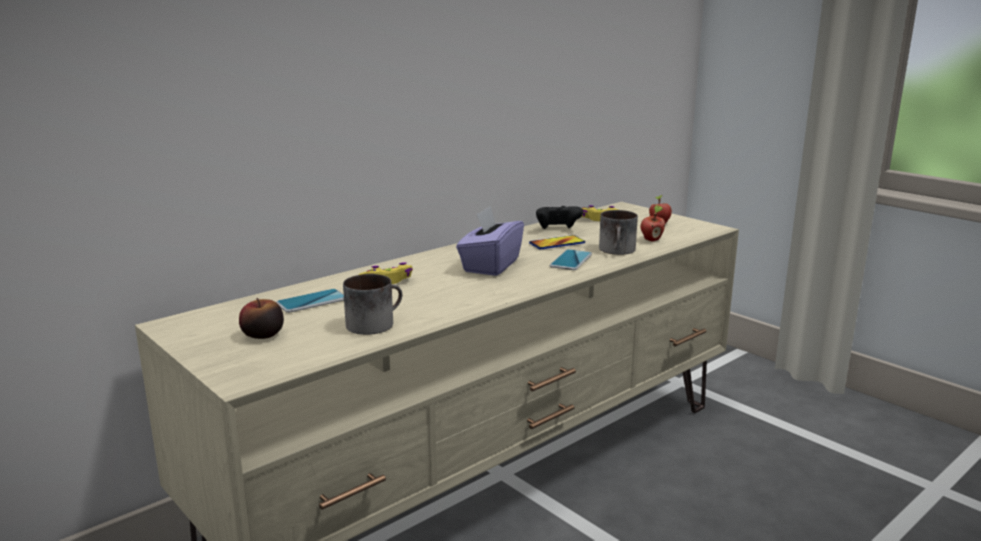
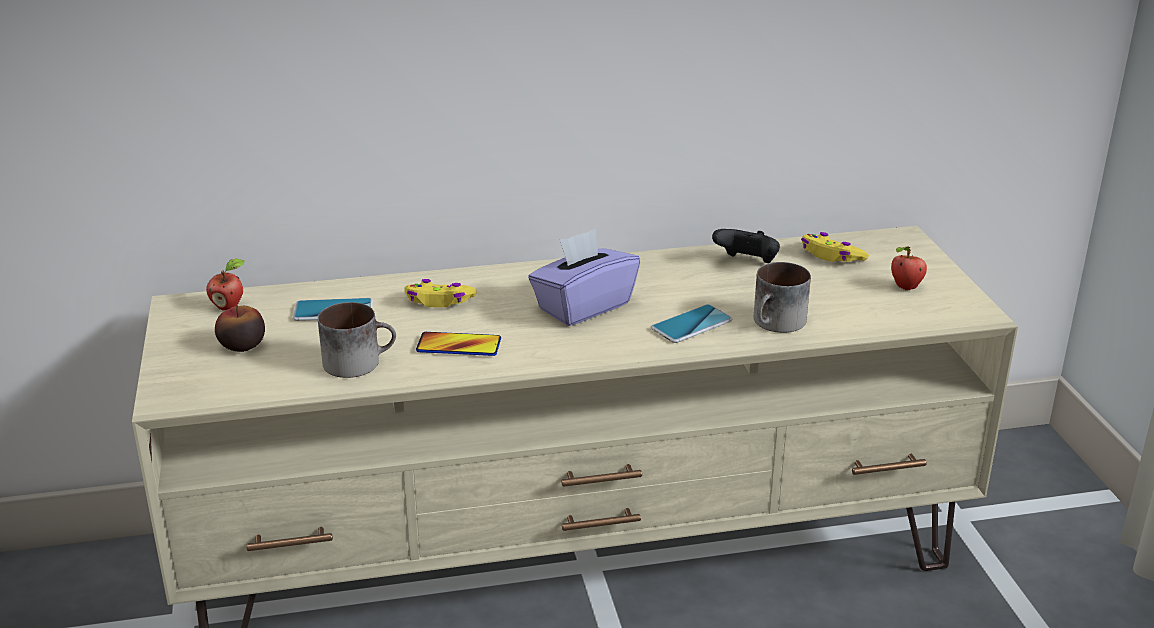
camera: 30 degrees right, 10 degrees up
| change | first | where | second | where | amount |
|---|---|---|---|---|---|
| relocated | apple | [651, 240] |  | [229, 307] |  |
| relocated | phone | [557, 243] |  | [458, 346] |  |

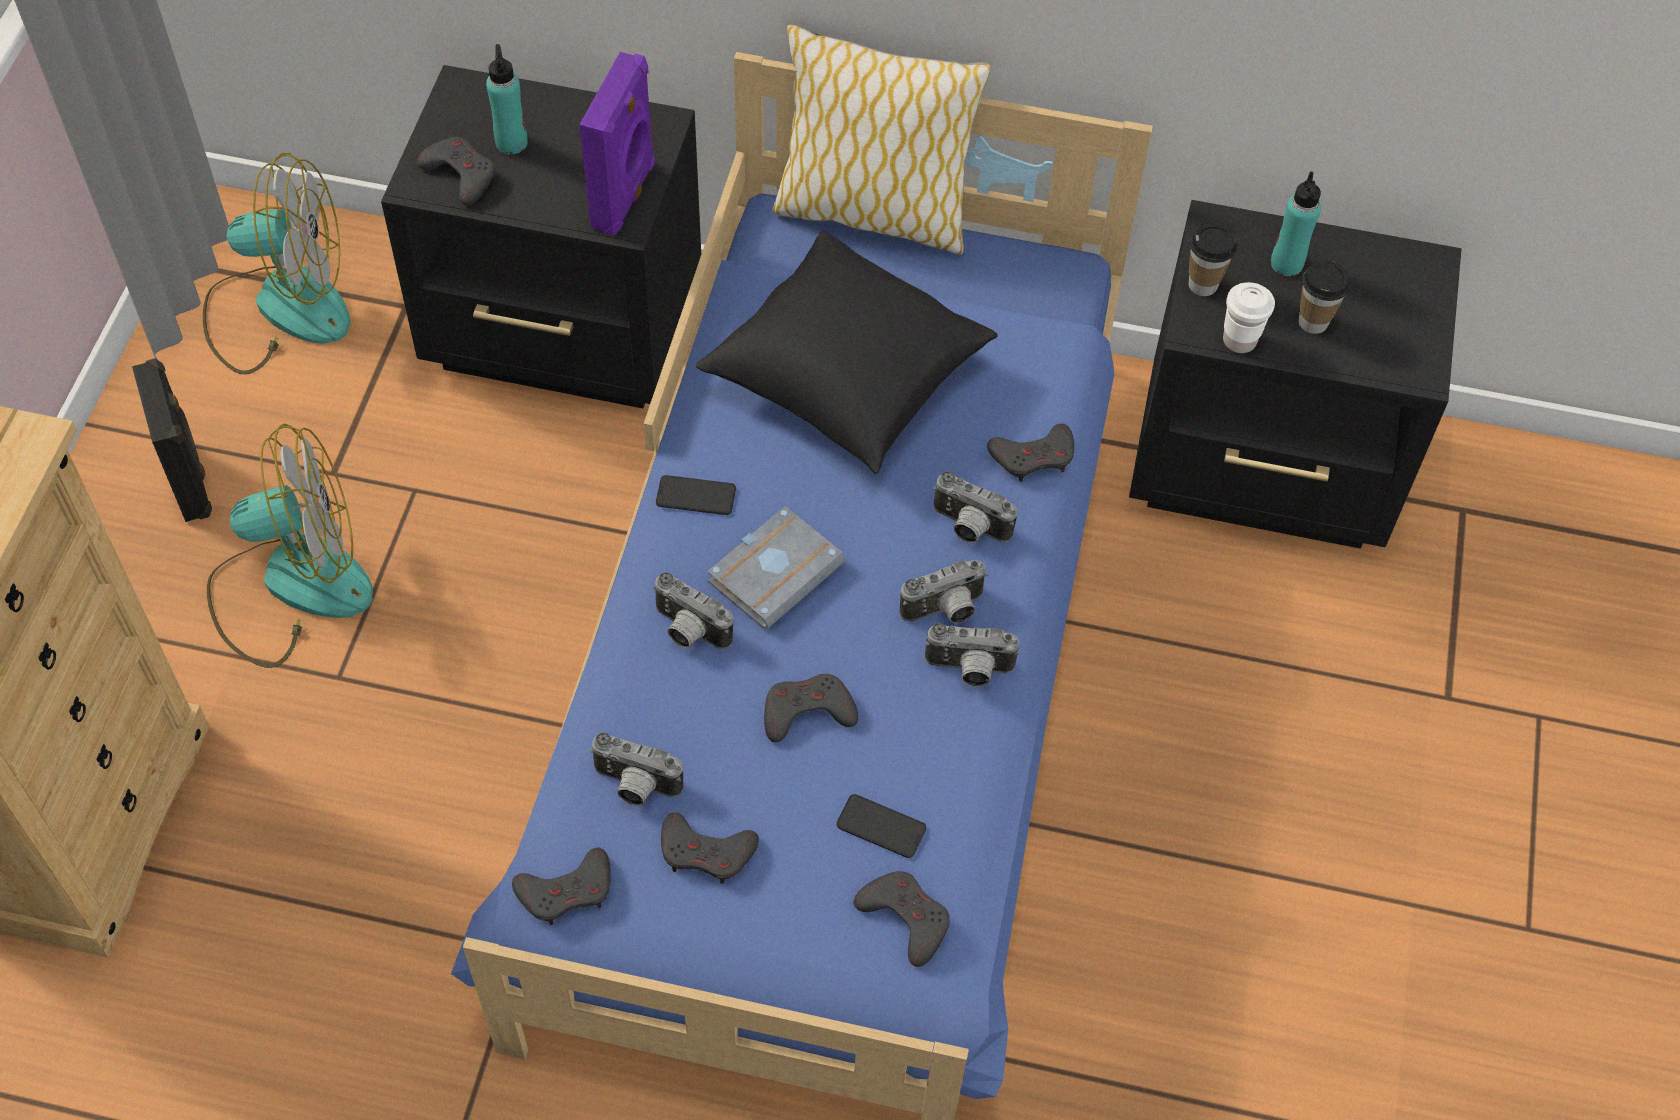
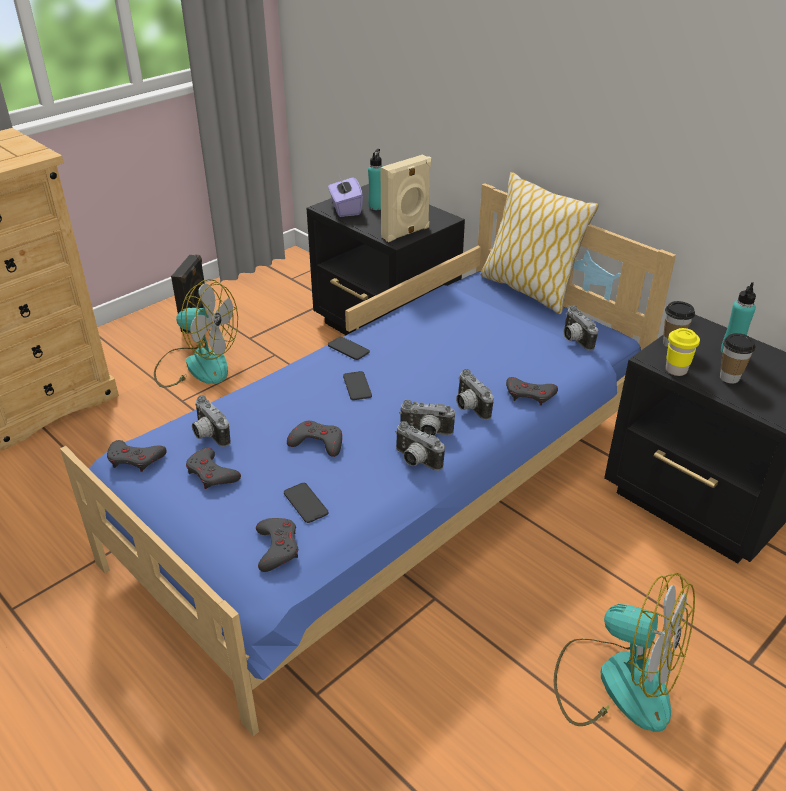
camera: 35 degrees right, 20 degrees down
| change | first | where | second | where | amount |
|---|---|---|---|---|---|
| colour | speaker (purple) | [625, 196] | speaker (beige) | [406, 233] |  |
| exchanged | game controller (grey) | [460, 175] | tissue box (purple) | [345, 209] |  |
| relocated | fan | [279, 308] |  | [616, 681] |  |
| missing | pillow (black) | [845, 379] |  |  |  |
| colour | cup (white) | [1239, 341] | cup (yellow) | [676, 370] |  |
| exchanged | book (grey) | [775, 570] | phone | [357, 386] |  |
| relocated | photo camera | [687, 631] |  | [574, 340] |  |

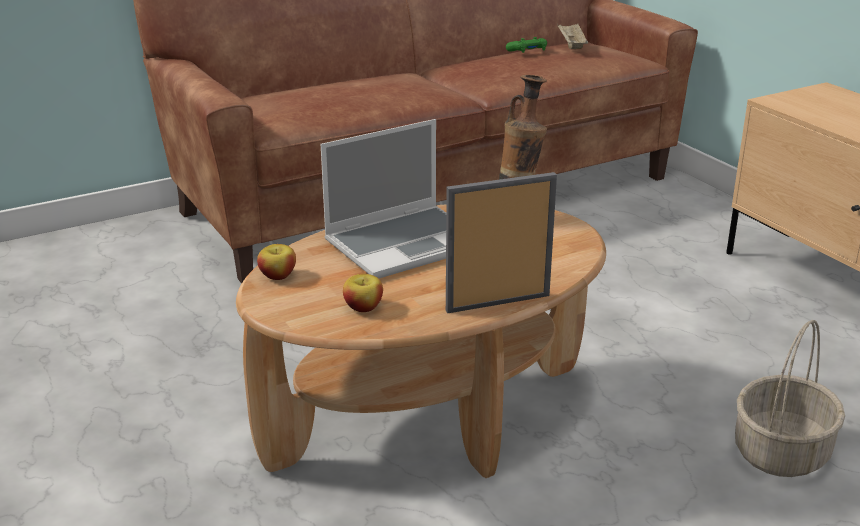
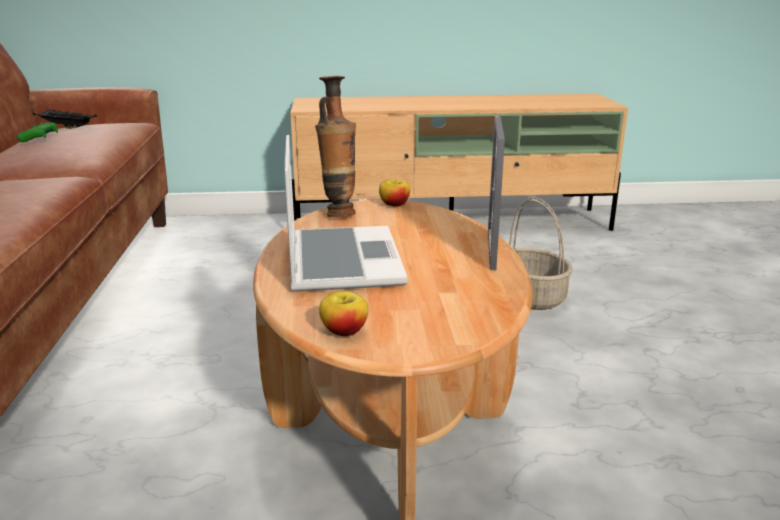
camera: 65 degrees left, 5 degrees down
| change | first | where | second | where | amount |
|---|---|---|---|---|---|
| colour | tray (beige) | [571, 46] | tray (black) | [65, 127] |  |
| relocated | apple | [363, 307] |  | [394, 204] |  |

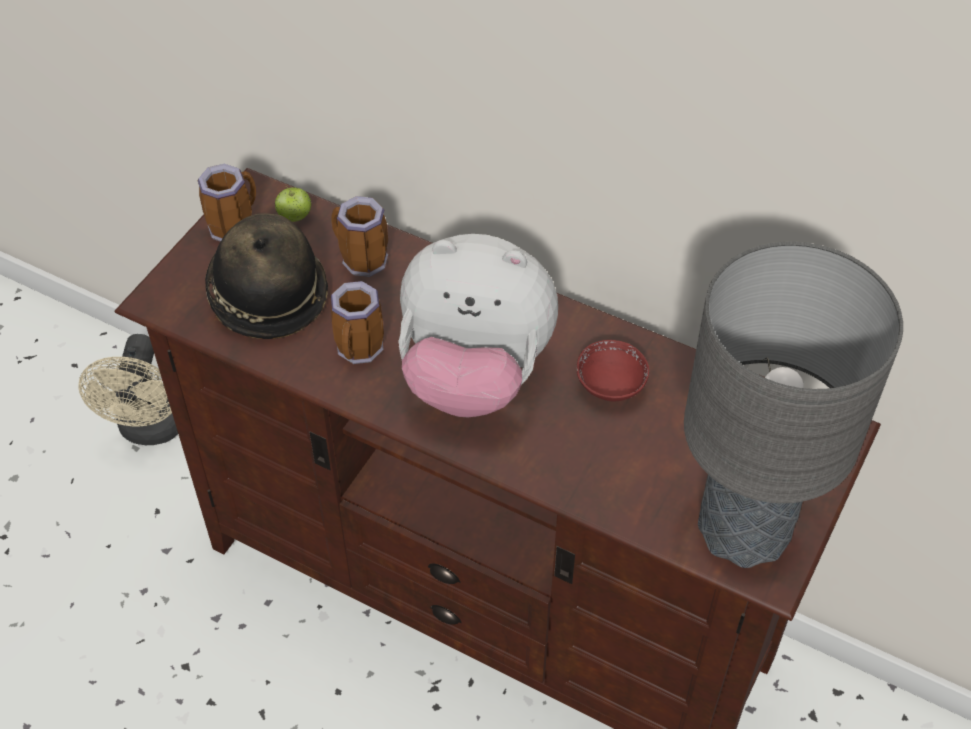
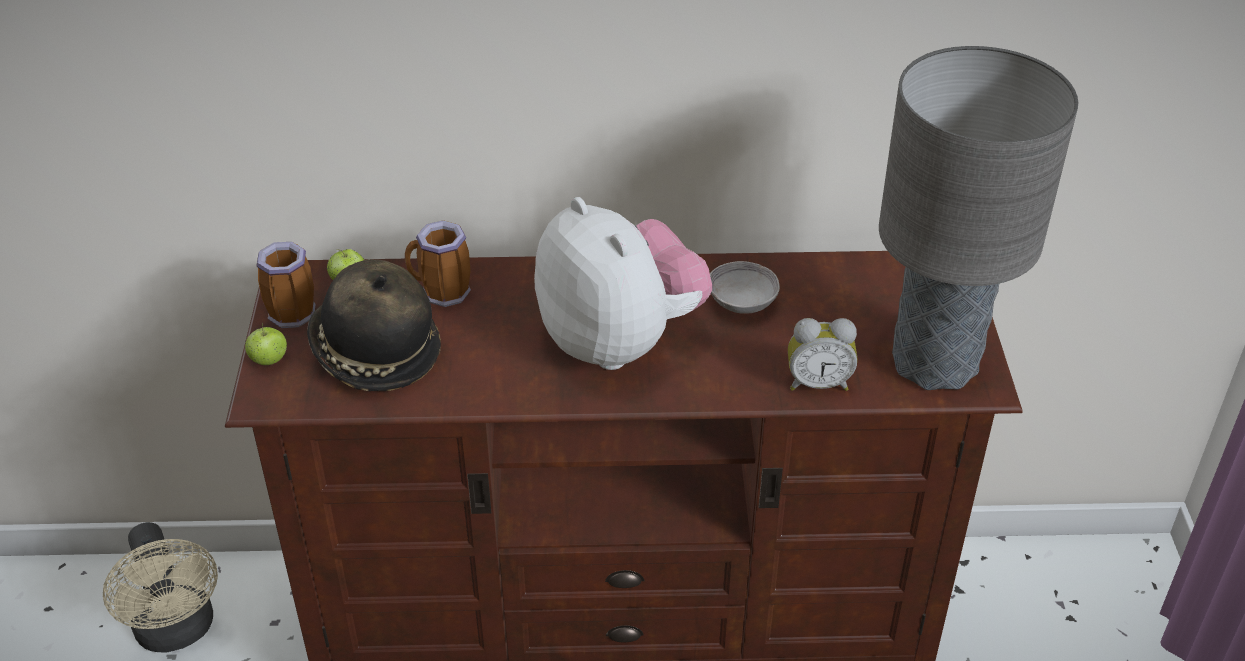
camera: 30 degrees left, 10 degrees down
| change | first | where | second | where | amount |
|---|---|---|---|---|---|
| spun | plush toy | [474, 375] |  | [620, 341] | 105 degrees counterclockwise |
| missing | mug | [360, 351] |  |  |  |
| colour | bowl (red) | [610, 384] | bowl (grey) | [741, 303] |  |
| appeared |  |  | alarm clock | [818, 382] |  |
| appeared |  |  | apple | [269, 361] |  |

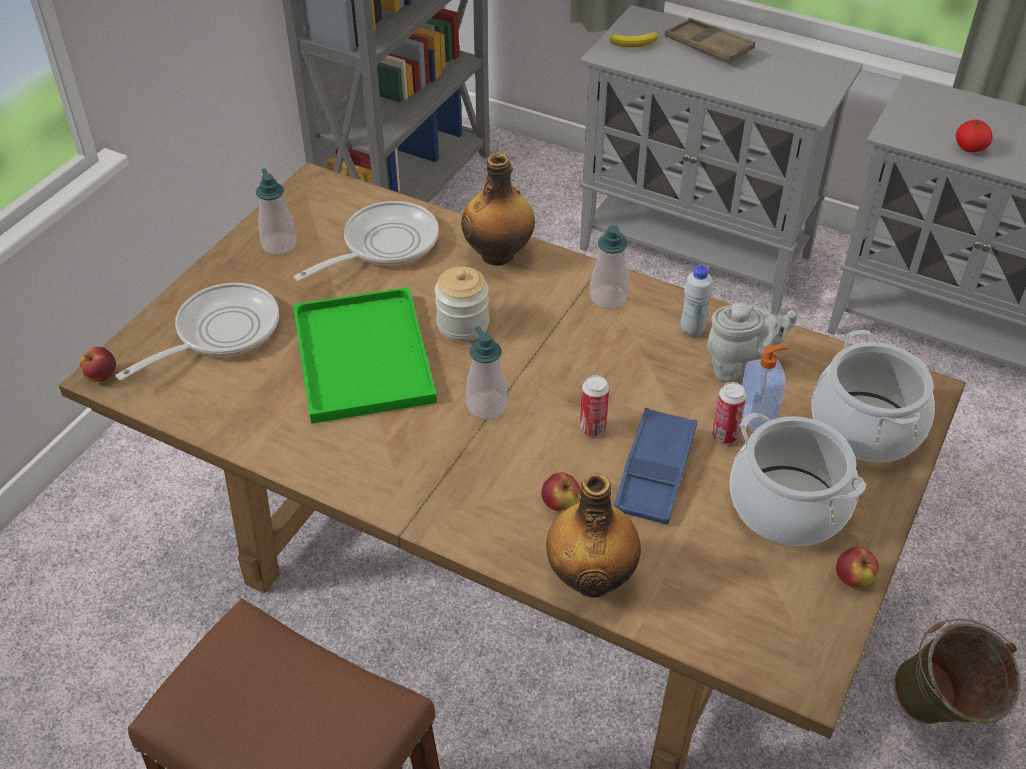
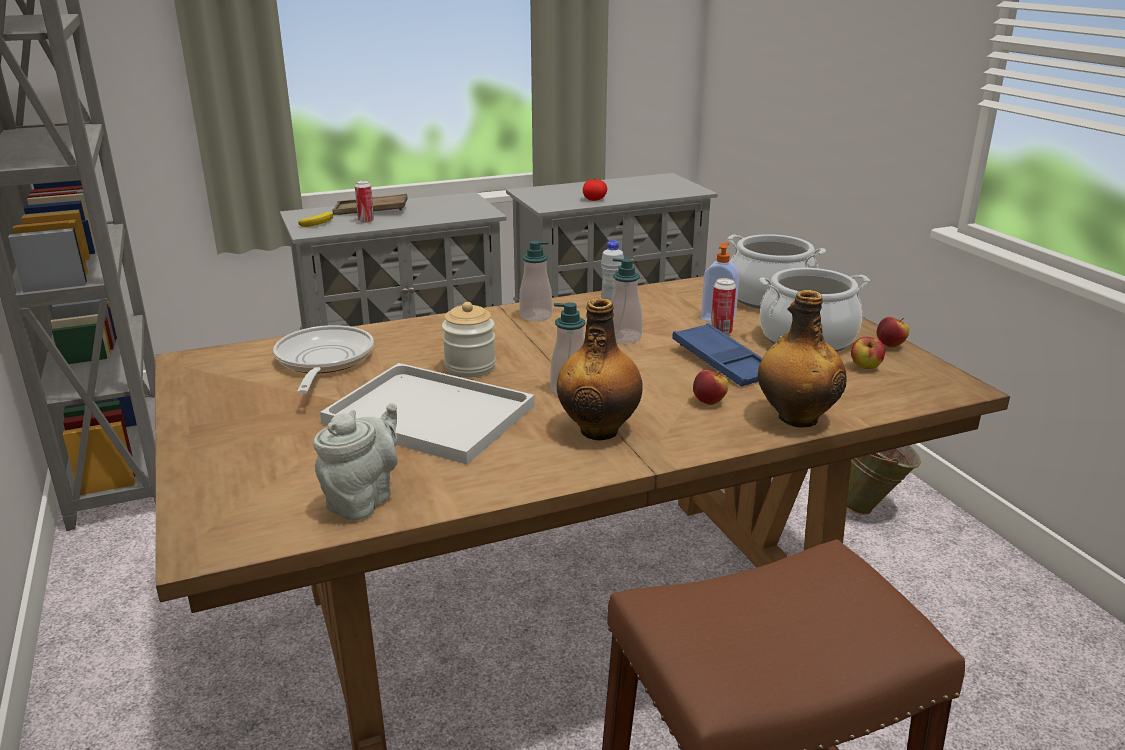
camera: 50 degrees left, 20 degrees down
| change | first | where | second | where | amount |
|---|---|---|---|---|---|
| relocated | bottle | [499, 254] |  | [599, 429] |  |
| relocated | soap dispenser | [279, 245] |  | [624, 337] |  |
| missing | frying pan | [220, 332] |  |  |  |
| colour | tray (green) | [360, 354] | tray (white) | [425, 414] |  |
| relocated | teapot (grey) | [741, 366] |  | [363, 499] |  |
| relocated | apple | [101, 376] |  | [865, 367] |  |
| relocated | can | [592, 428] |  | [366, 221] |  |

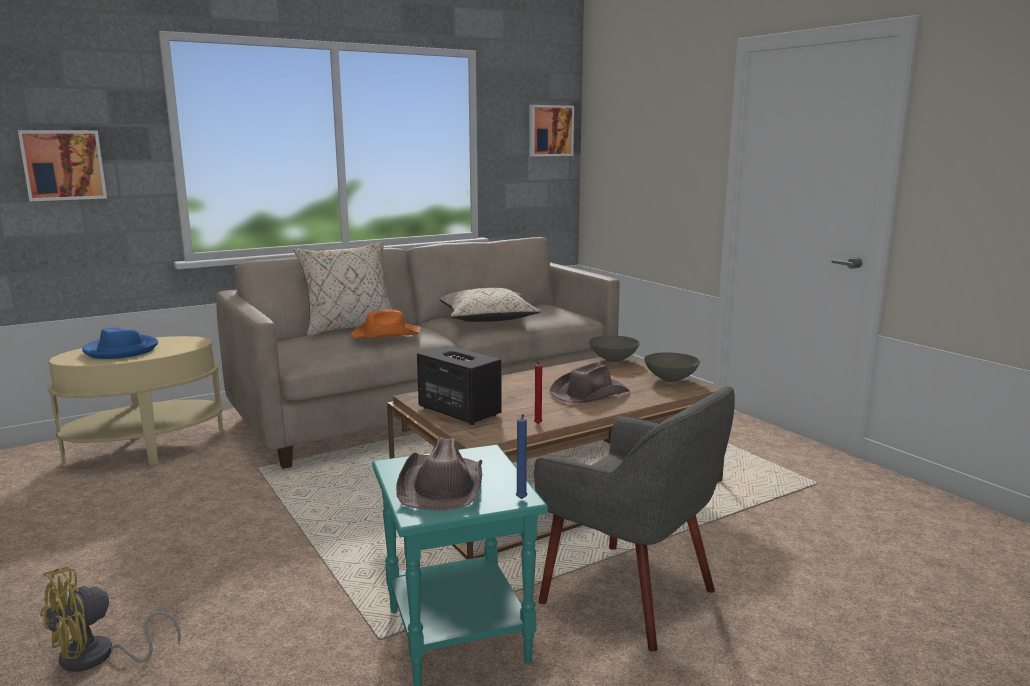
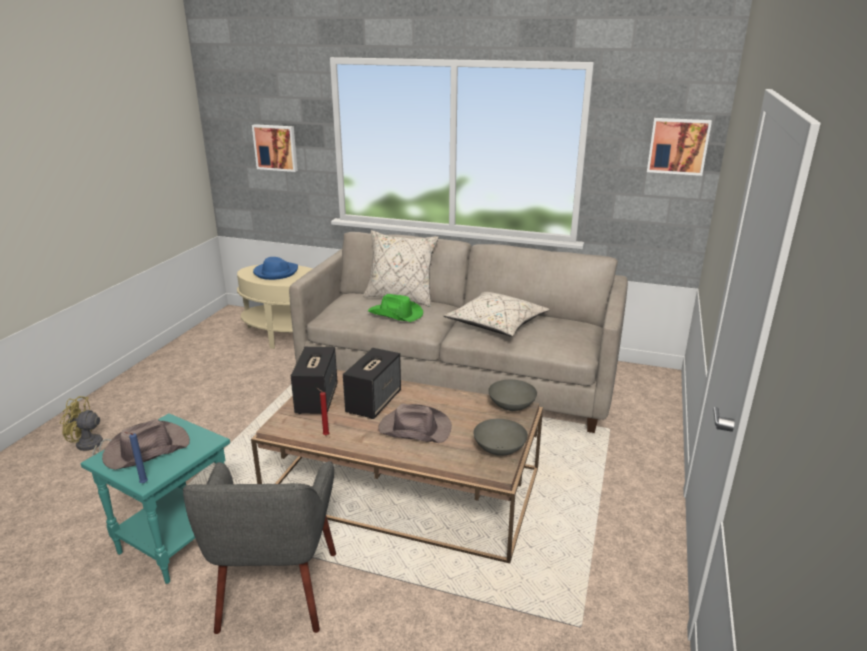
camera: 50 degrees right, 10 degrees up
| change | first | where | second | where | amount |
|---|---|---|---|---|---|
| colour | hat (orange) | [386, 335] | hat (green) | [396, 314] |  |
| appeared |  |  | speaker | [374, 402] |  |

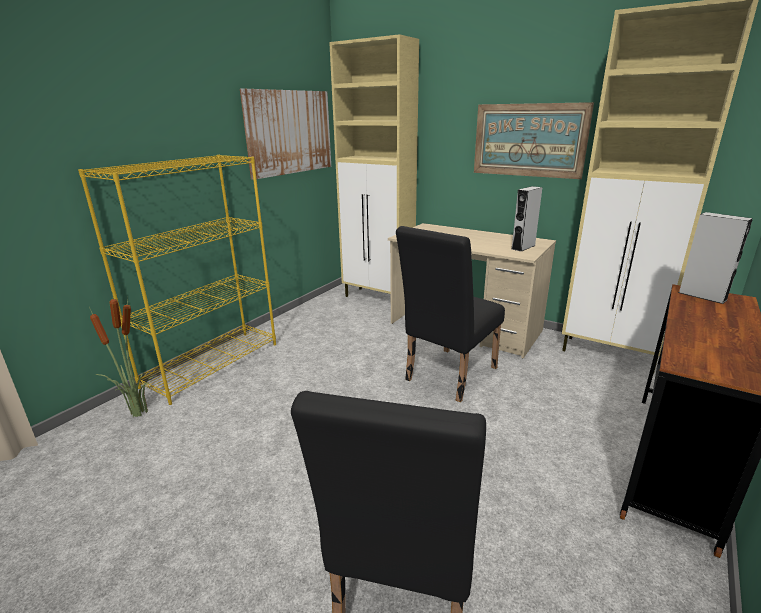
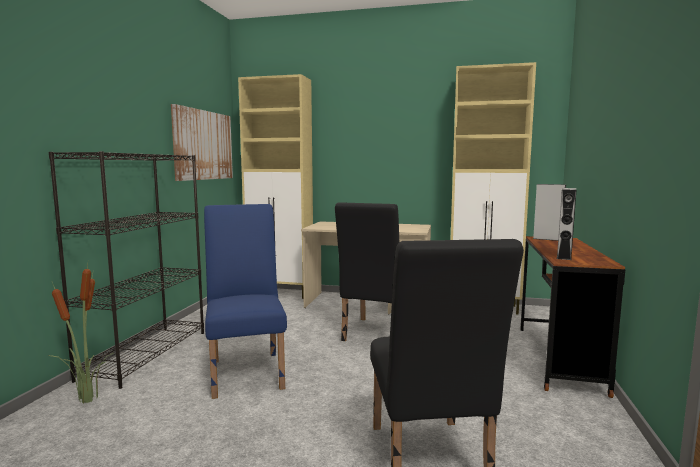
camera: 20 degrees left, 15 degrees down
| change | first | where | second | where | amount |
|---|---|---|---|---|---|
| missing | picture | [529, 140] |  |  |  |
| colour | bookcase (yellow) | [213, 364] | bookcase (black) | [146, 354] |  |
| relocated | speaker (grey) | [523, 247] |  | [564, 256] |  |
| appeared |  |  | chair (blue) | [247, 370] |  |

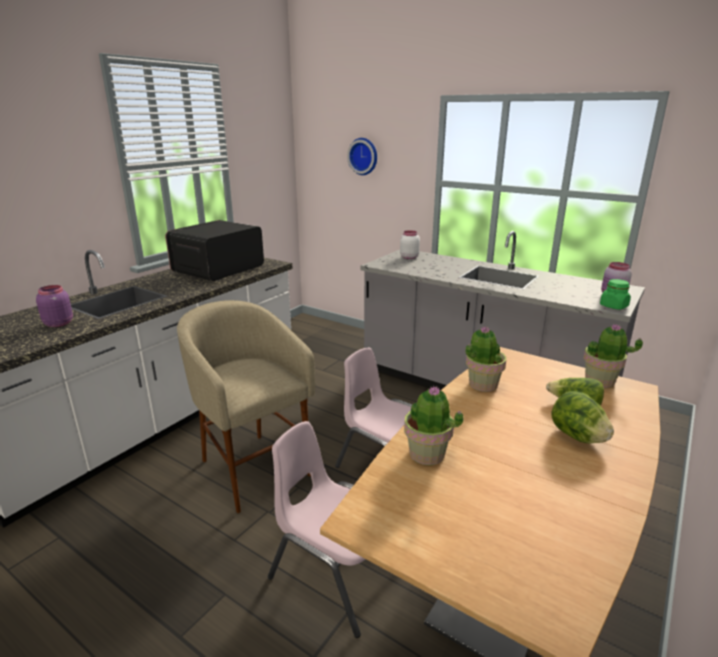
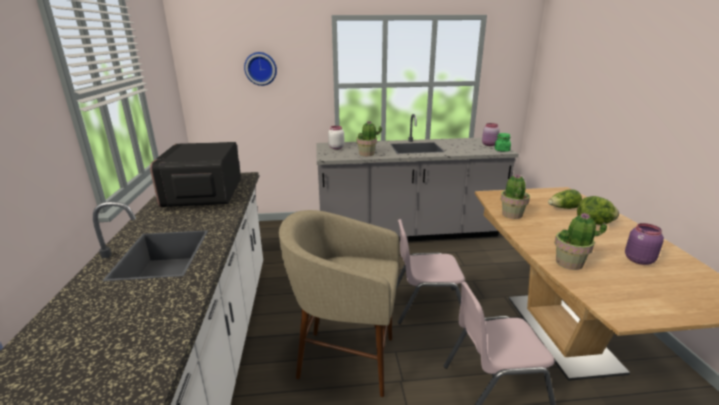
camera: 40 degrees left, 0 degrees up
| change | first | where | second | where | amount |
|---|---|---|---|---|---|
| relocated | jar (purple) | [59, 323] |  | [637, 260] |  |
| relocated | potted plant | [600, 381] |  | [367, 154] |  |

